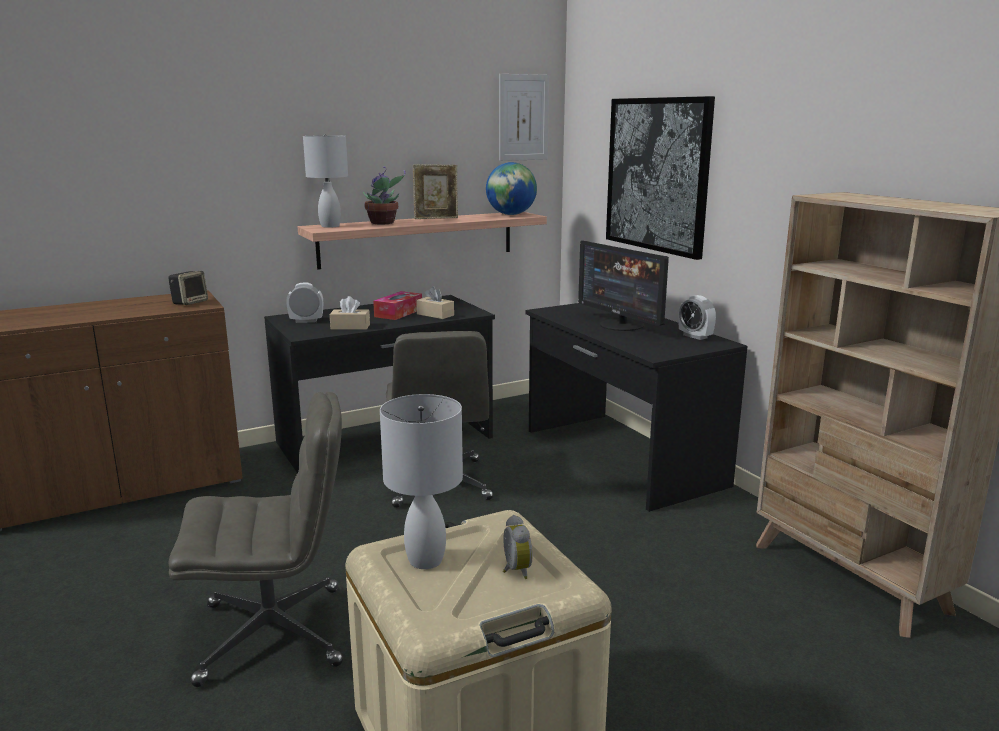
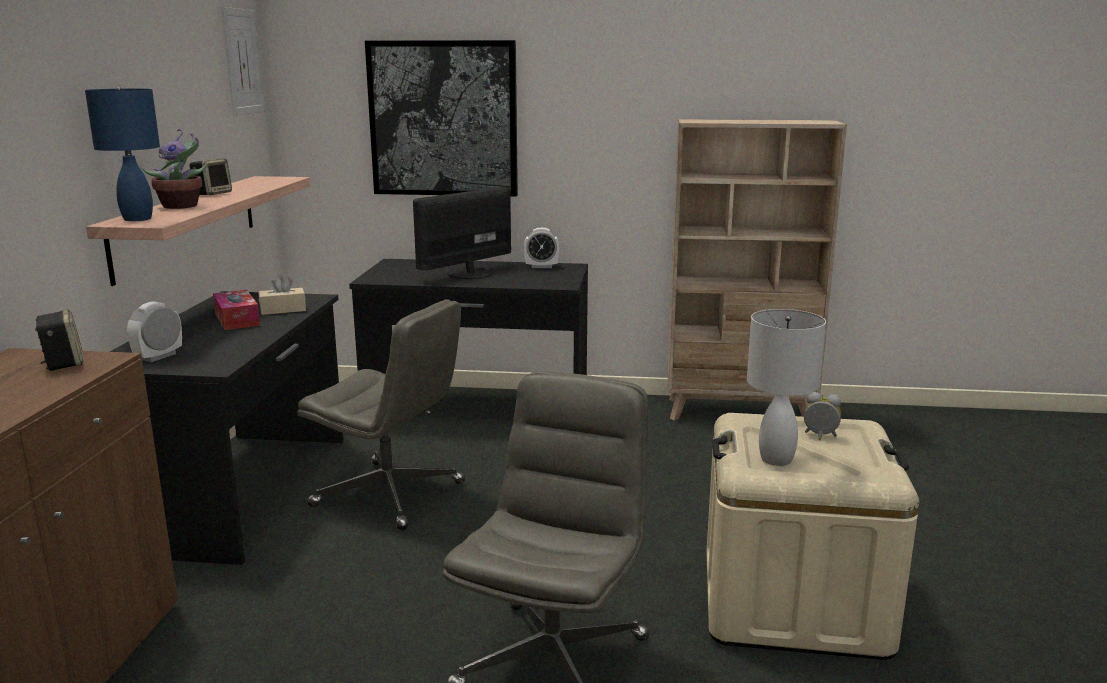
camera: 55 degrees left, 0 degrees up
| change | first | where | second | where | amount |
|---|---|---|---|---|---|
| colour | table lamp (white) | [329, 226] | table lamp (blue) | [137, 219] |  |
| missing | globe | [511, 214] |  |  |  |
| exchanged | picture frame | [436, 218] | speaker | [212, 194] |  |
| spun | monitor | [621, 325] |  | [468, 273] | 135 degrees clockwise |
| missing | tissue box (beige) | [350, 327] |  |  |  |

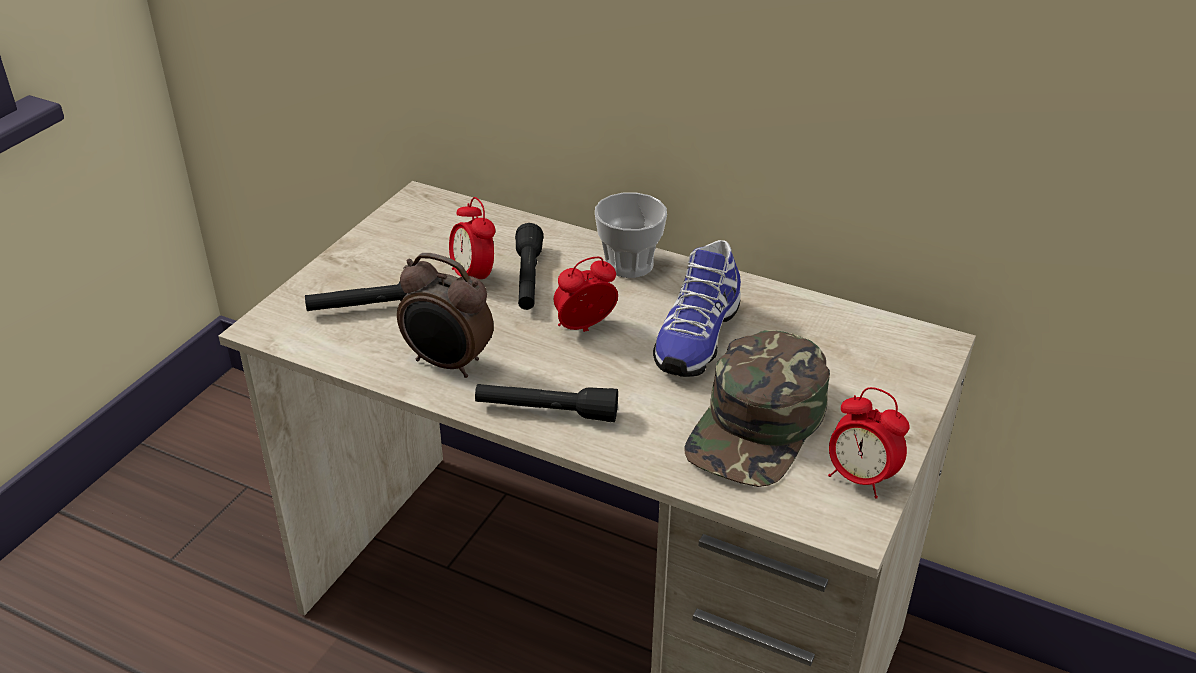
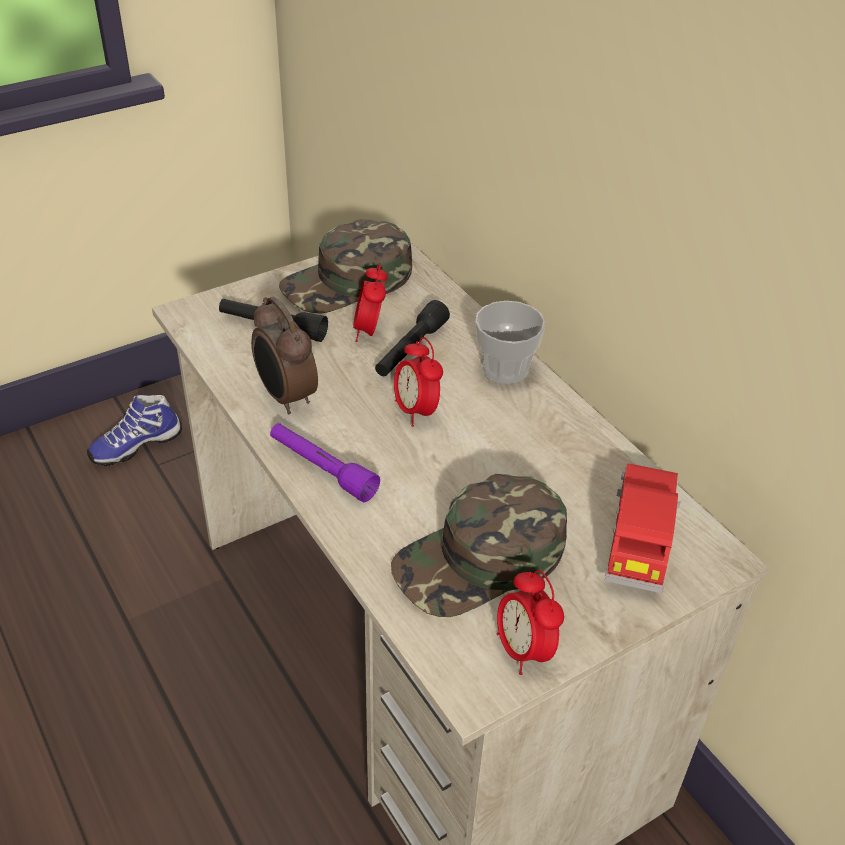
camera: 30 degrees right, 5 degrees up
| change | first | where | second | where | amount |
|---|---|---|---|---|---|
| relocated | shoe | [695, 337] |  | [135, 445] |  |
| spun | alarm clock | [584, 328] |  | [416, 411] | 120 degrees counterclockwise |
| colour | flashlight (black) | [546, 411] | flashlight (purple) | [322, 469] |  |
| appeared |  |  | cap (green) | [348, 282] |  |
| appeared |  |  | toy car (red) | [639, 539] |  |

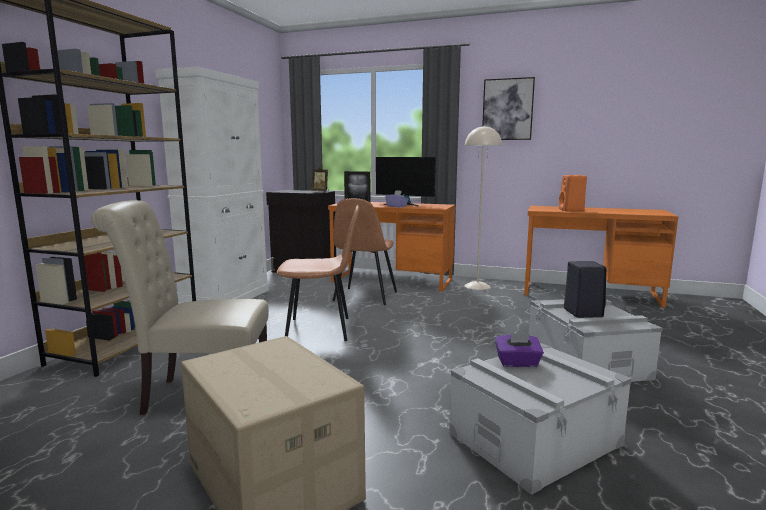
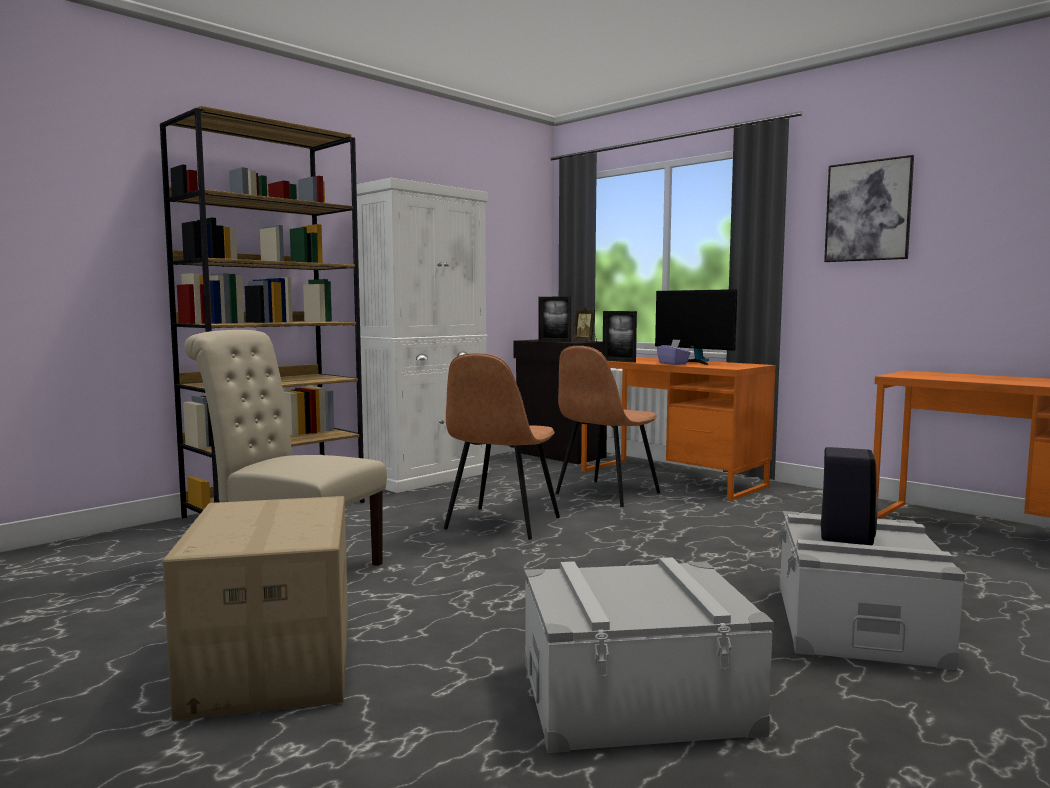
camera: 25 degrees right, 5 degrees down
| change | first | where | second | where | amount |
|---|---|---|---|---|---|
| missing | floor lamp (beige) | [477, 286] |  |  |  |
| missing | speaker (orange) | [572, 210] |  |  |  |
| spun | chair (brown) | [321, 329] |  | [501, 524] | 90 degrees clockwise |
| missing | tissue box (purple) | [517, 363] |  |  |  |
| appeared |  |  | picture frame | [554, 341] |  |

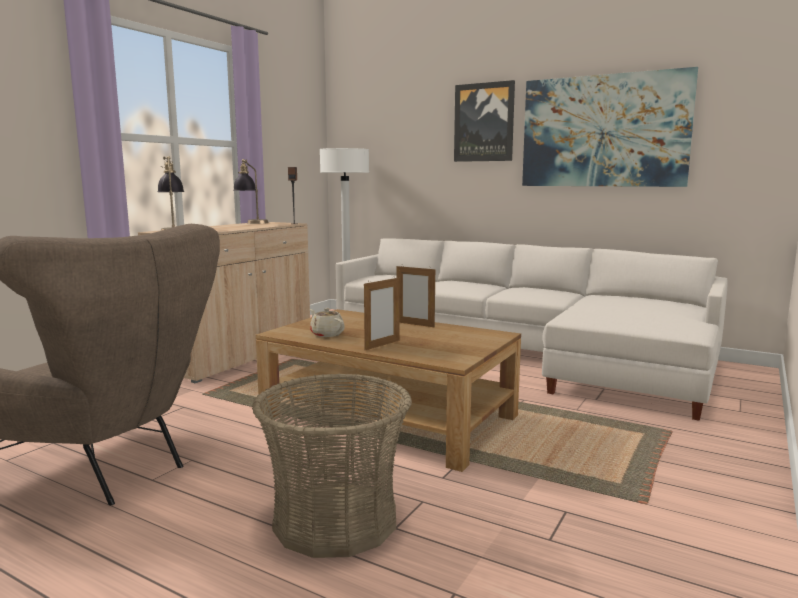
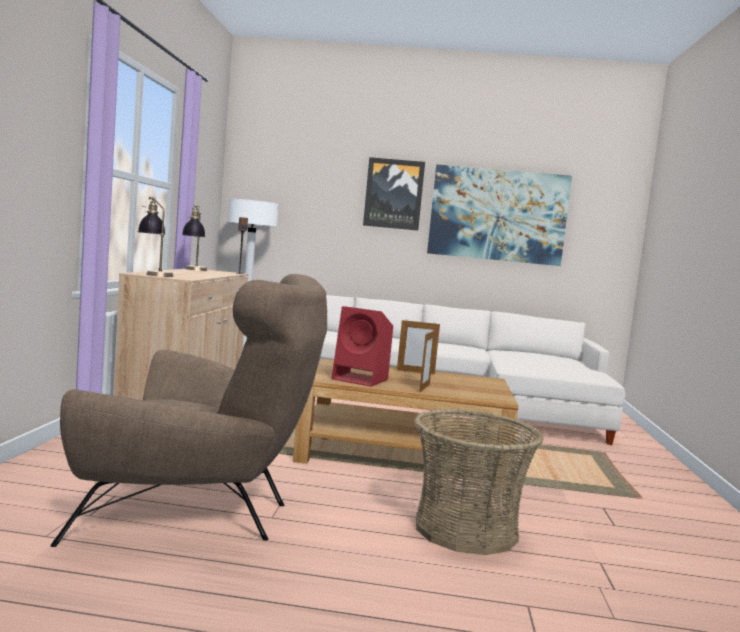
camera: 25 degrees left, 5 degrees down
| change | first | where | second | where | amount |
|---|---|---|---|---|---|
| exchanged | teapot (beige) | [326, 334] | speaker (red) | [361, 379] |  |

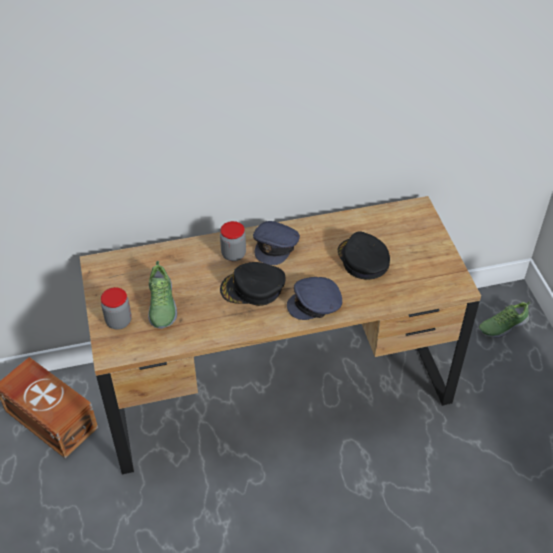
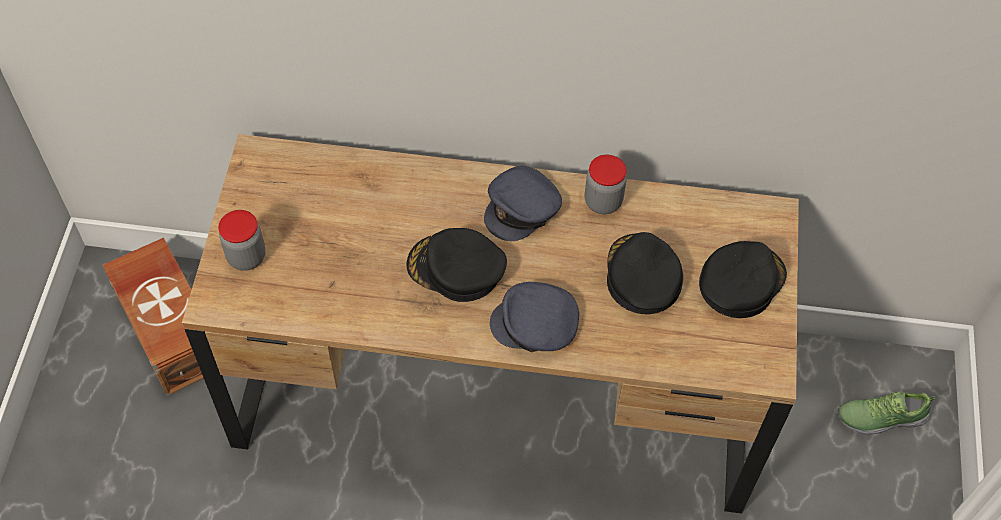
camera: 20 degrees right, 10 degrees up
| change | first | where | second | where | amount |
|---|---|---|---|---|---|
| relocated | jar | [233, 254] |  | [603, 201] |  |
| missing | shoe | [161, 305] |  |  |  |
| appeared |  |  | cap (black) | [740, 281] |  |

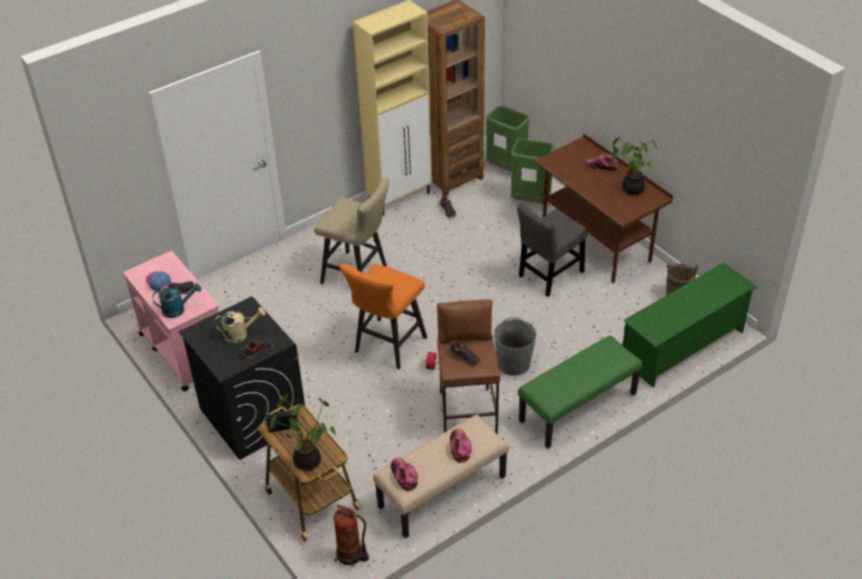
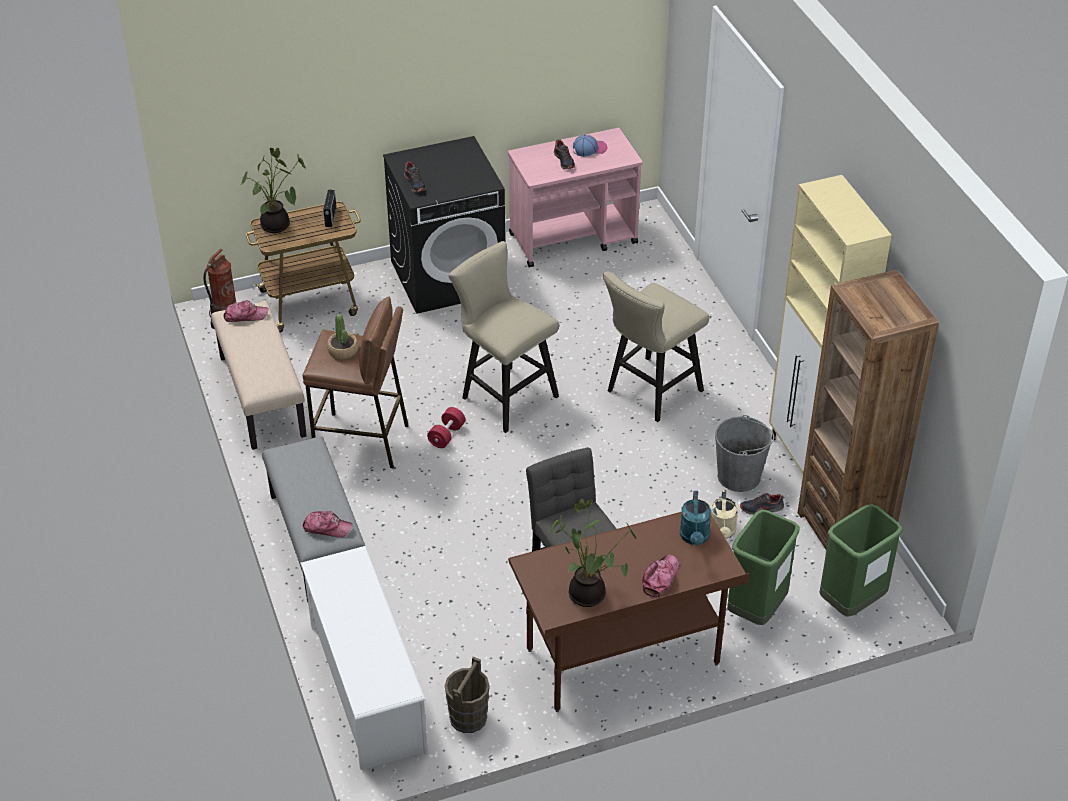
camera: 105 degrees right, 0 degrees up
| change | first | where | second | where | amount |
|---|---|---|---|---|---|
| colour | shoe rack (green) | [683, 347] | shoe rack (white) | [366, 686] |  |
| colour | stool (orange) | [387, 347] | stool (beige) | [504, 395] |  |
| relocated | watering can (turquoise) | [178, 309] |  | [695, 538] |  |
| relocated | watering can (beige) | [240, 334] |  | [722, 533] |  |
| relocated | bucket (grey) | [514, 363] |  | [739, 476] |  |
| colour | bench (green) | [578, 408] | bench (grey) | [316, 541] |  |
| exchanged | shoe | [465, 357] | potted plant | [343, 350] |  |
| relocated | cap | [459, 447] |  | [327, 528] |  |

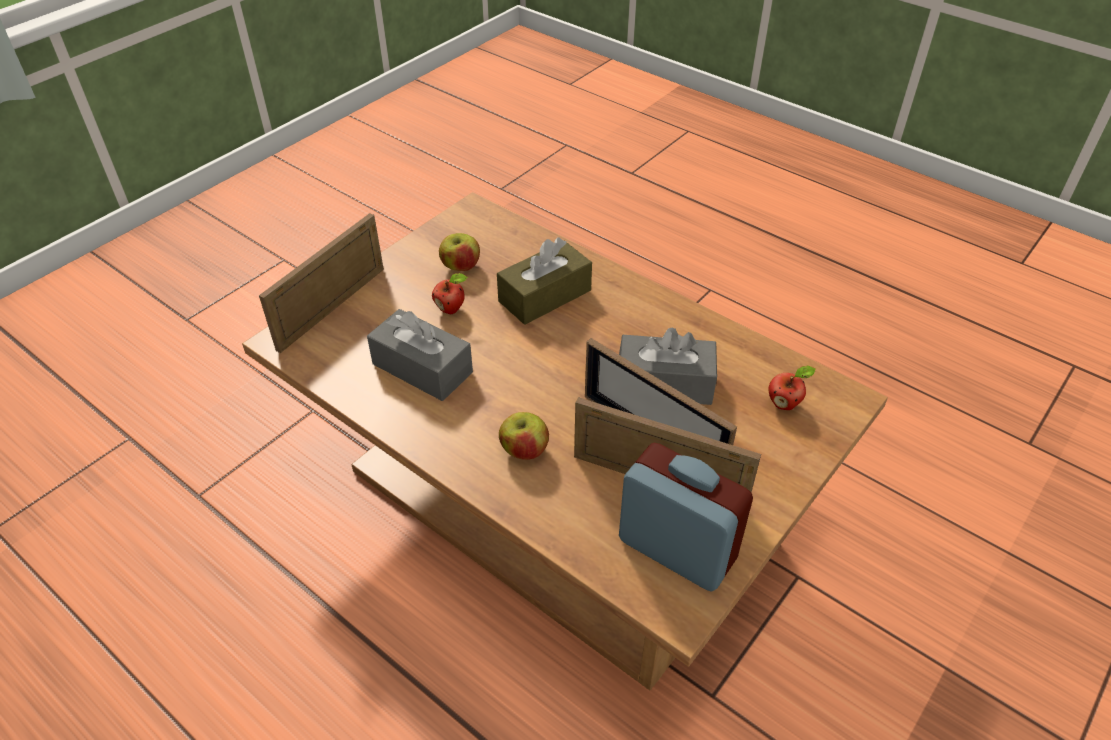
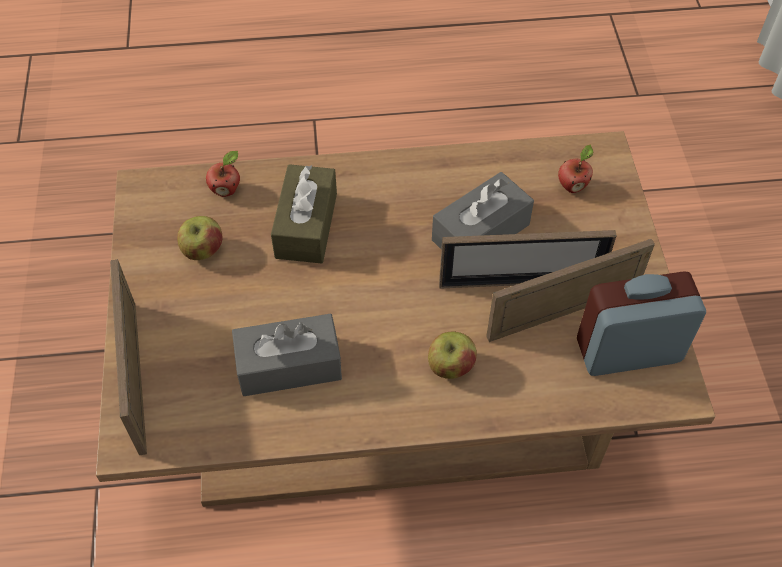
camera: 45 degrees left, 10 degrees up
| change | first | where | second | where | amount |
|---|---|---|---|---|---|
| relocated | apple | [452, 309] |  | [227, 190] |  |

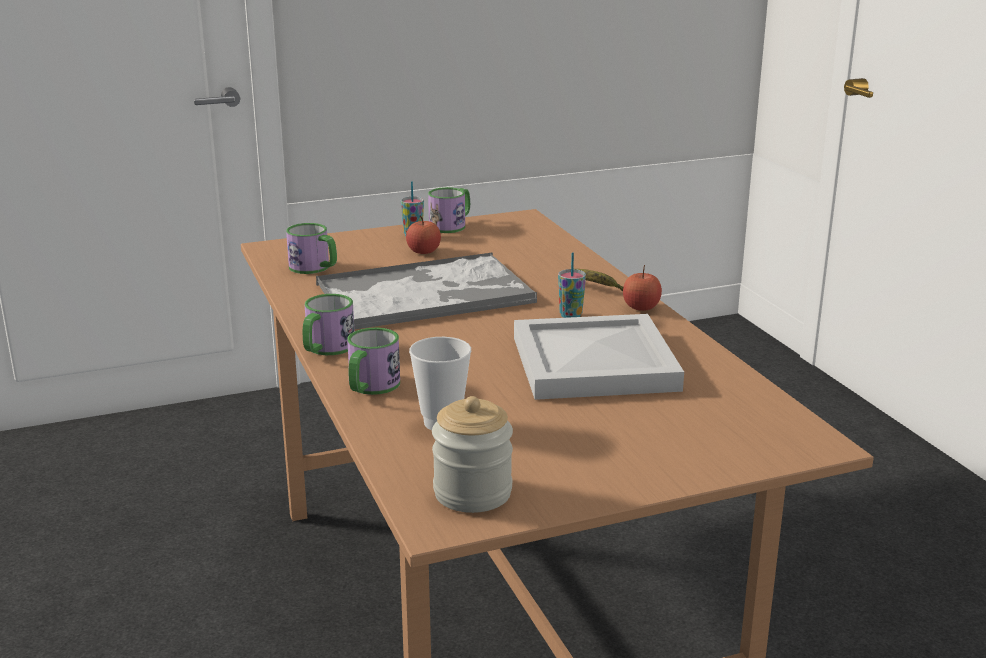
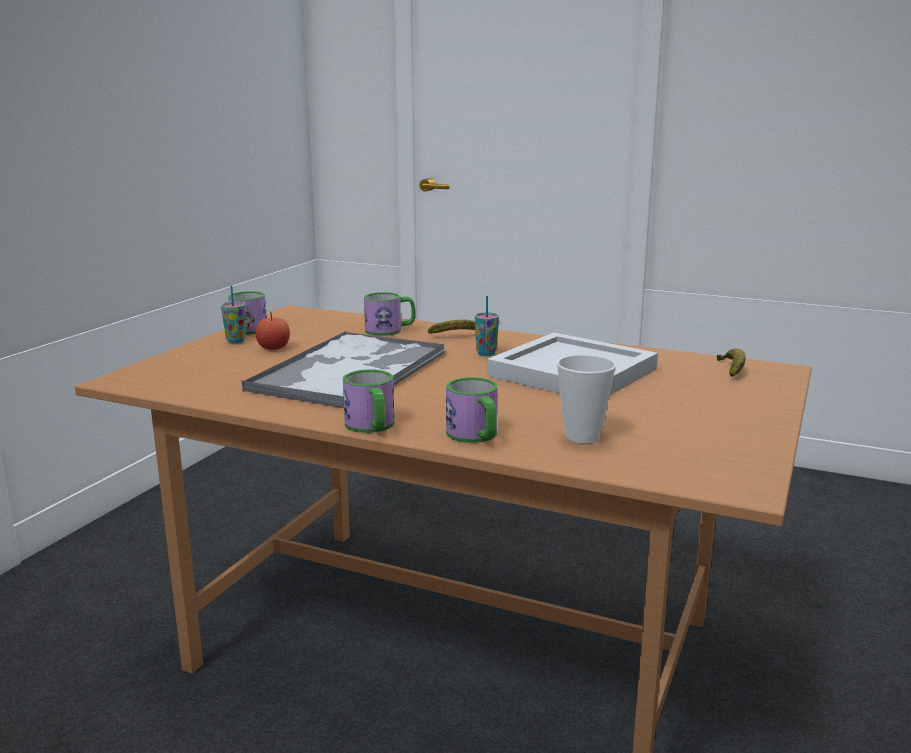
camera: 45 degrees left, 5 degrees down
| change | first | where | second | where | amount |
|---|---|---|---|---|---|
| relocated | mug | [314, 268] |  | [390, 330] |  |
| missing | apple | [641, 307] |  |  |  |
| missing | jar | [472, 493] |  |  |  |
| appeared |  |  | banana | [731, 370] |  |

